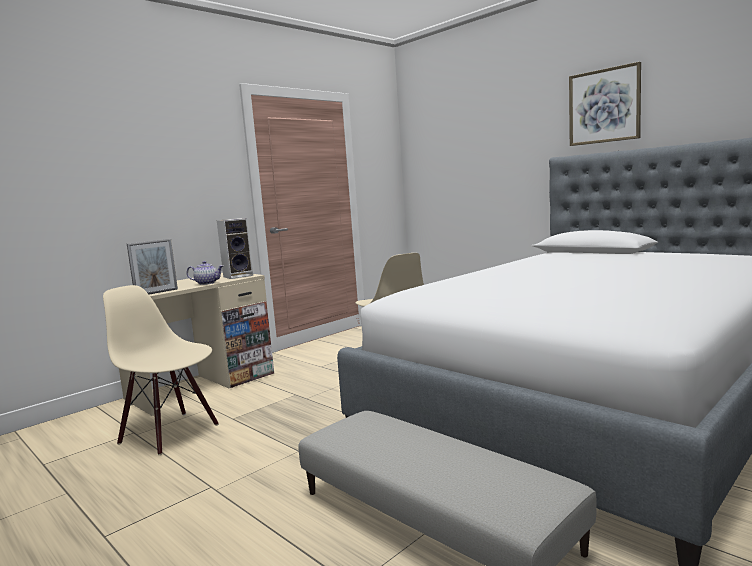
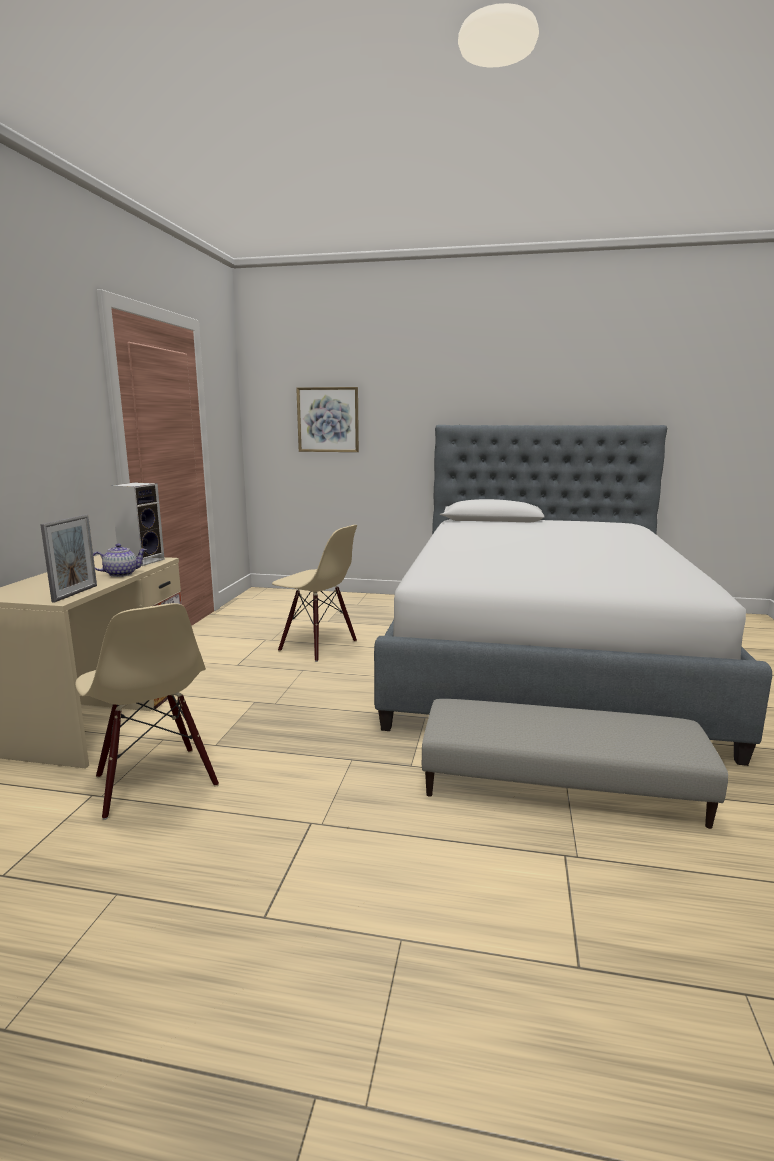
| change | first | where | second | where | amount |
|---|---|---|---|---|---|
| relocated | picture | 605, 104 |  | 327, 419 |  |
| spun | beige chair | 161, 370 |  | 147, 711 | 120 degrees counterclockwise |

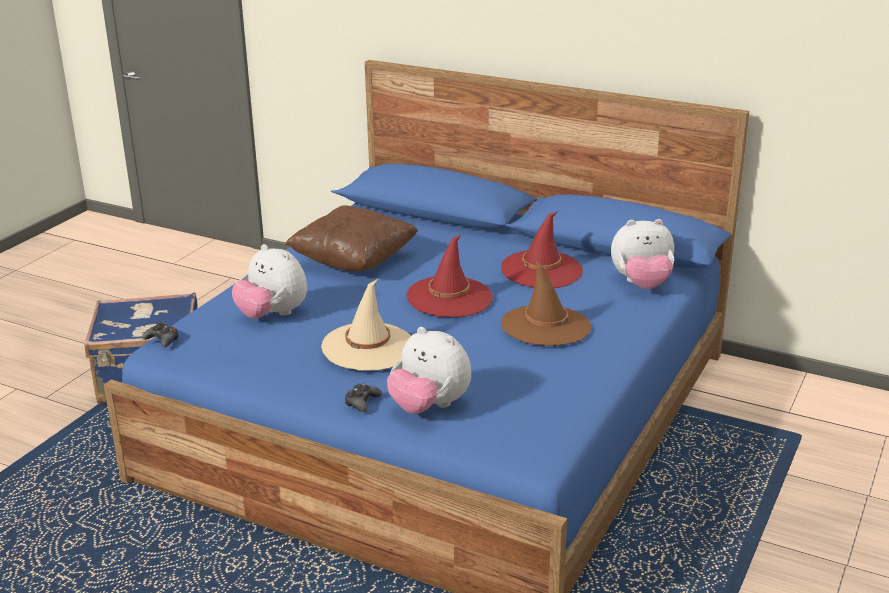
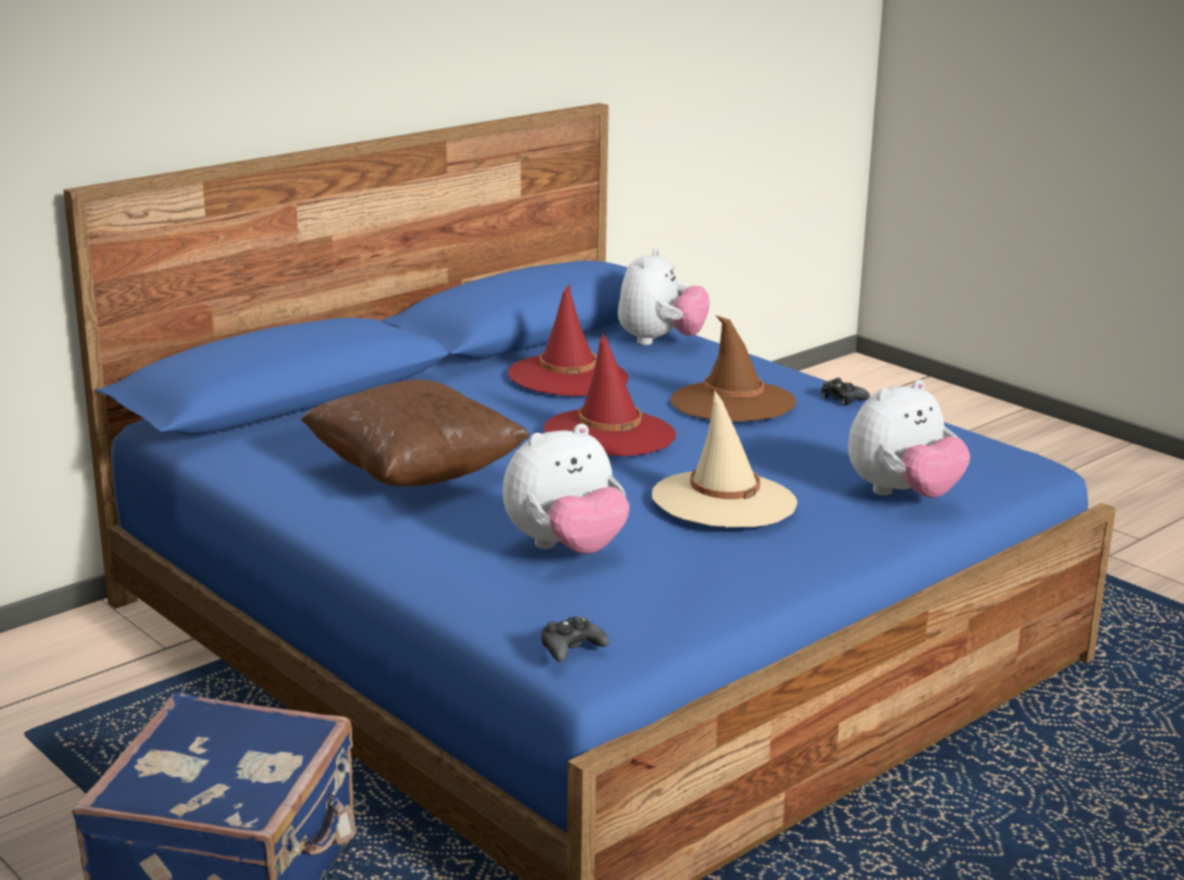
| change | first | where | second | where | amount |
|---|---|---|---|---|---|
| relocated | black game controller | 363, 398 |  | 845, 391 |  |

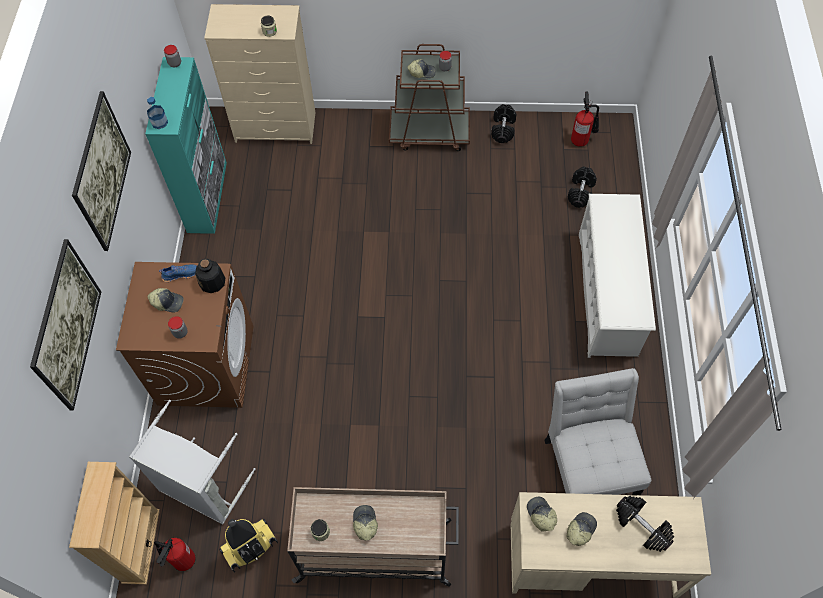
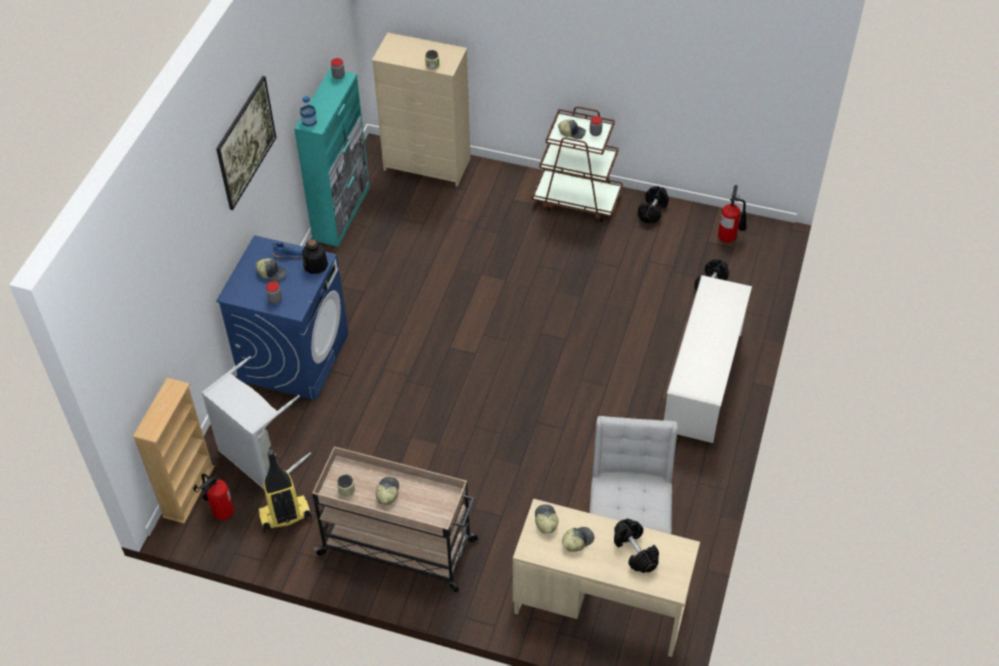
| change | first | where | second | where | amount |
|---|---|---|---|---|---|
| missing | picture | 65, 324 |  |  |  |
| colour | brown washing machine | 185, 335 | blue washing machine | 282, 317 |  |

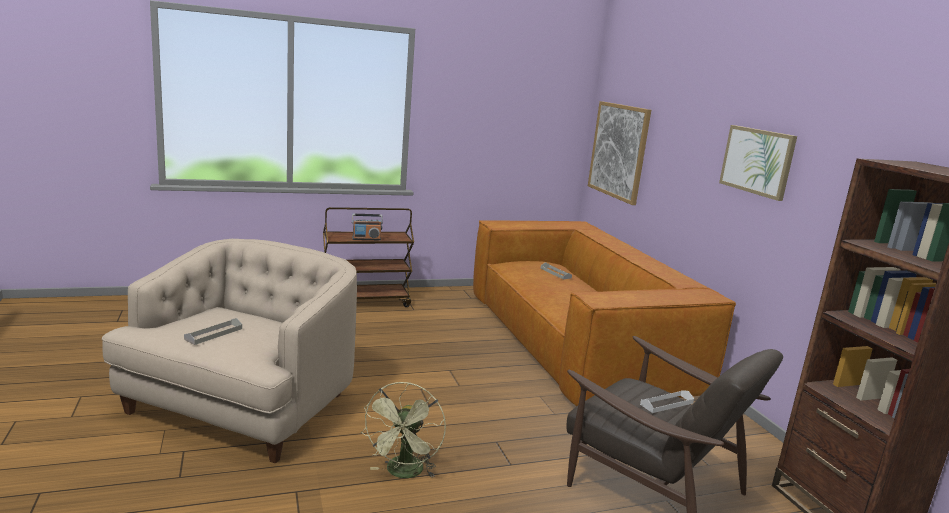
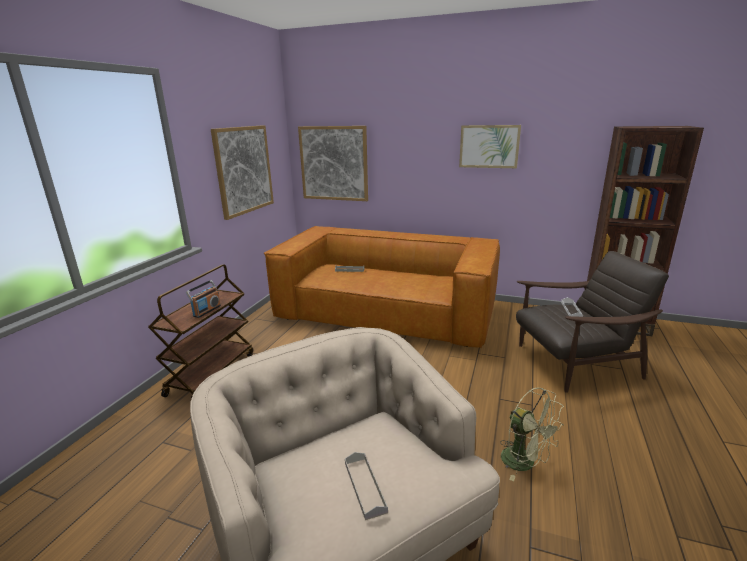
| change | first | where | second | where | amount |
|---|---|---|---|---|---|
| appeared |  |  | picture | 242, 172 |  |

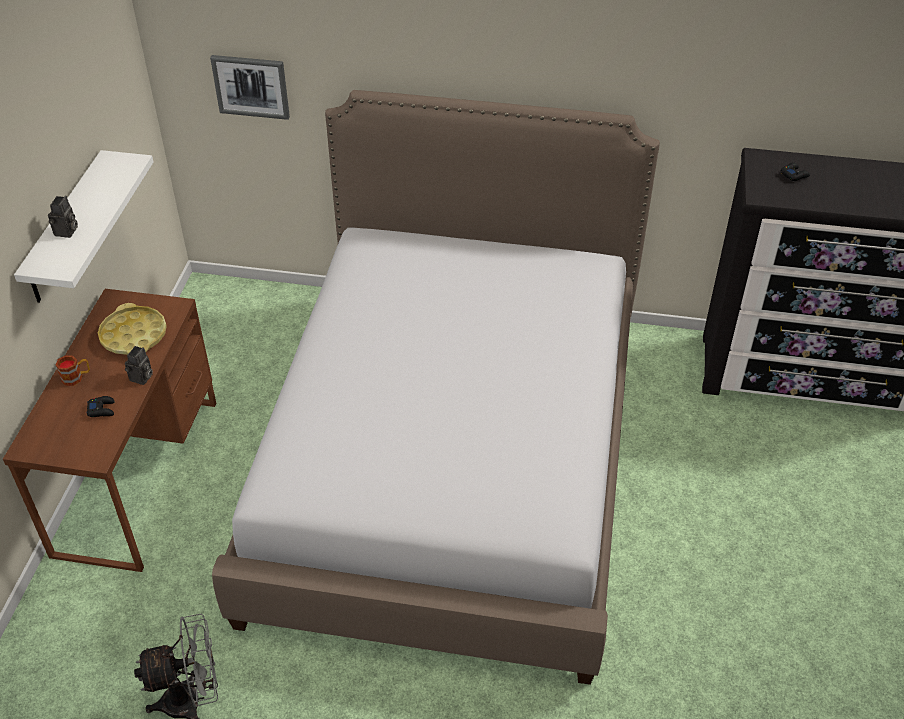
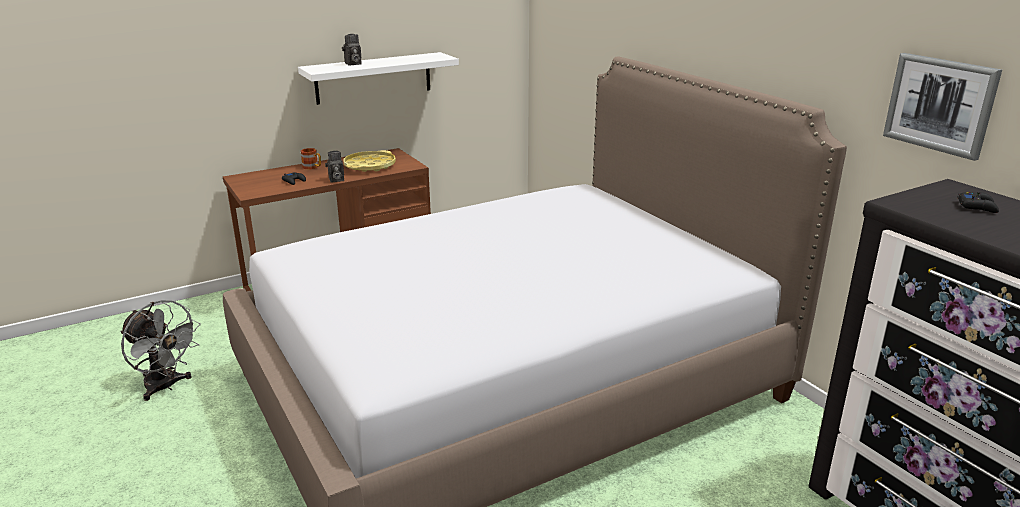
| change | first | where | second | where | amount |
|---|---|---|---|---|---|
| relocated | picture | 250, 87 |  | 942, 107 |  |

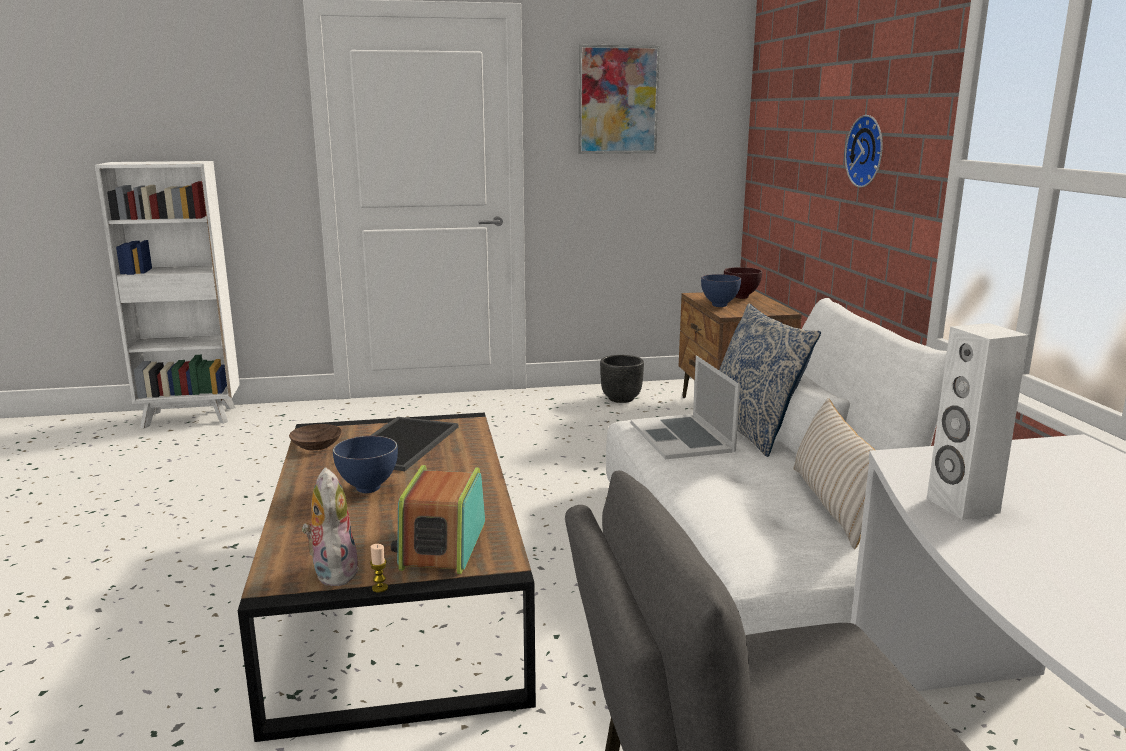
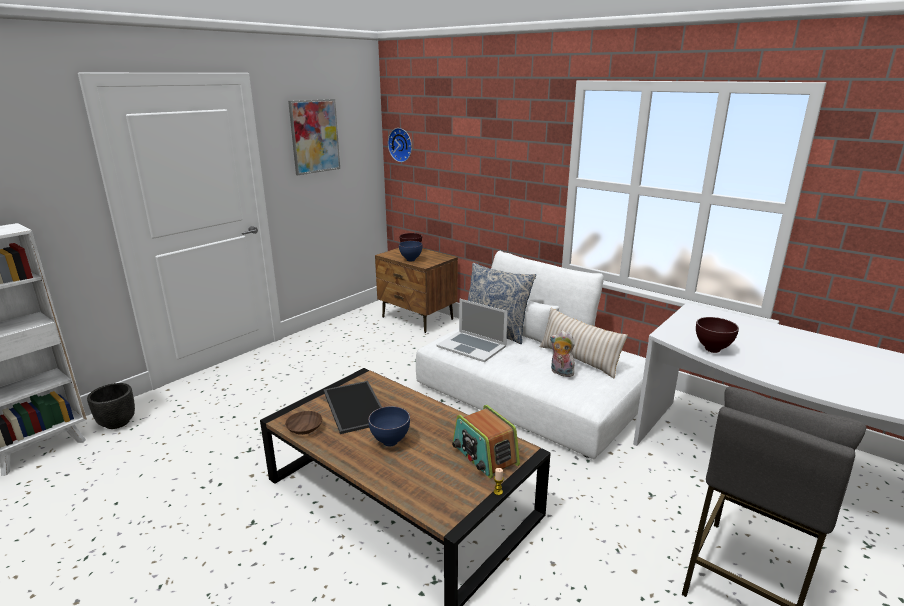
| change | first | where | second | where | amount |
|---|---|---|---|---|---|
| relocated | wall clock | 863, 151 |  | 400, 145 |  |
| exchanged | white speaker | 978, 421 | brown bowl | 717, 335 |  |
| relocated | black planter | 622, 379 |  | 111, 406 |  |
| relocated | plush toy | 330, 526 |  | 562, 353 |  |

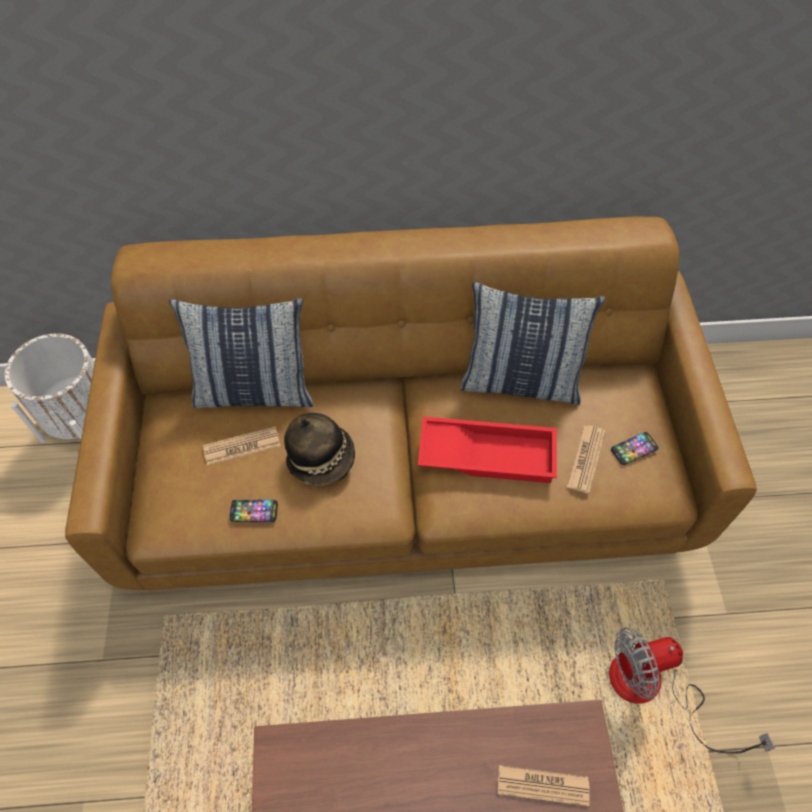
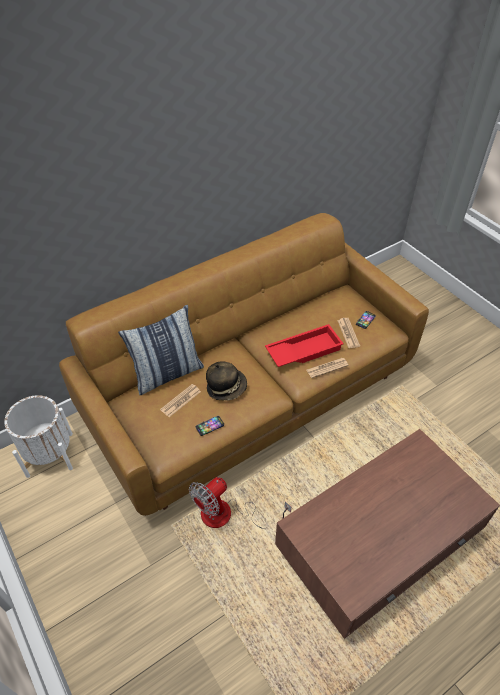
| change | first | where | second | where | amount |
|---|---|---|---|---|---|
| missing | pillow | 532, 343 |  |  |  |
| relocated | fan | 692, 690 |  | 240, 503 |  |
| relocated | newspaper | 544, 786 |  | 327, 368 |  |

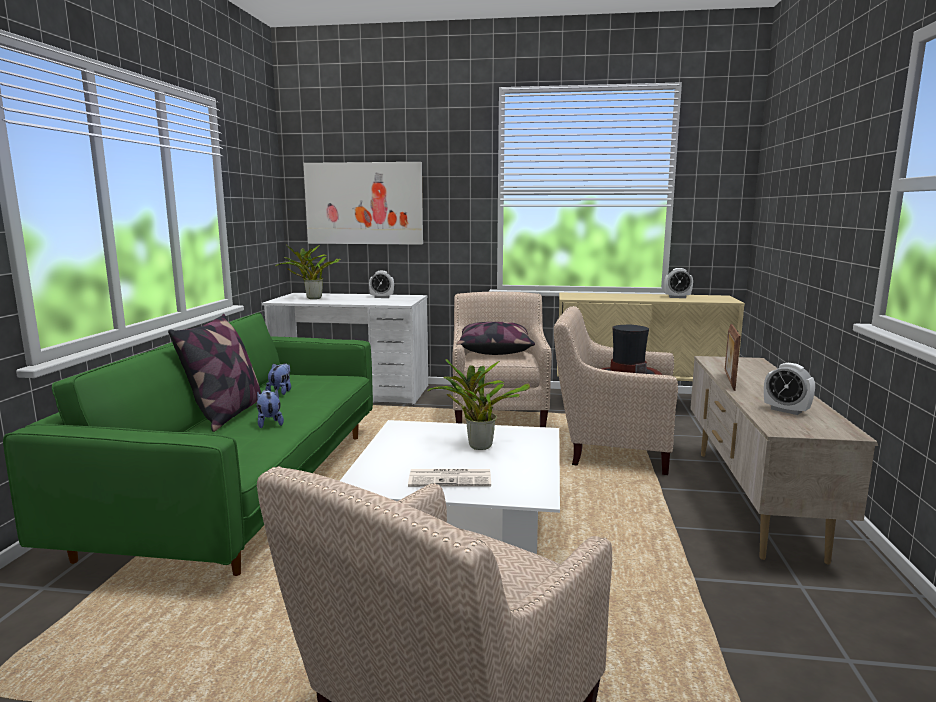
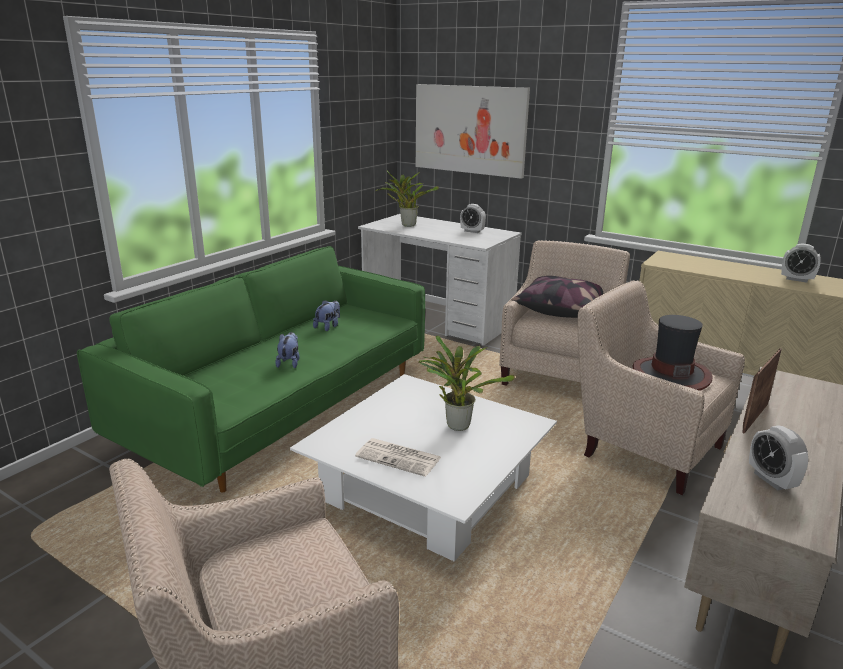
| change | first | where | second | where | amount |
|---|---|---|---|---|---|
| missing | pillow | 214, 373 |  |  |  |

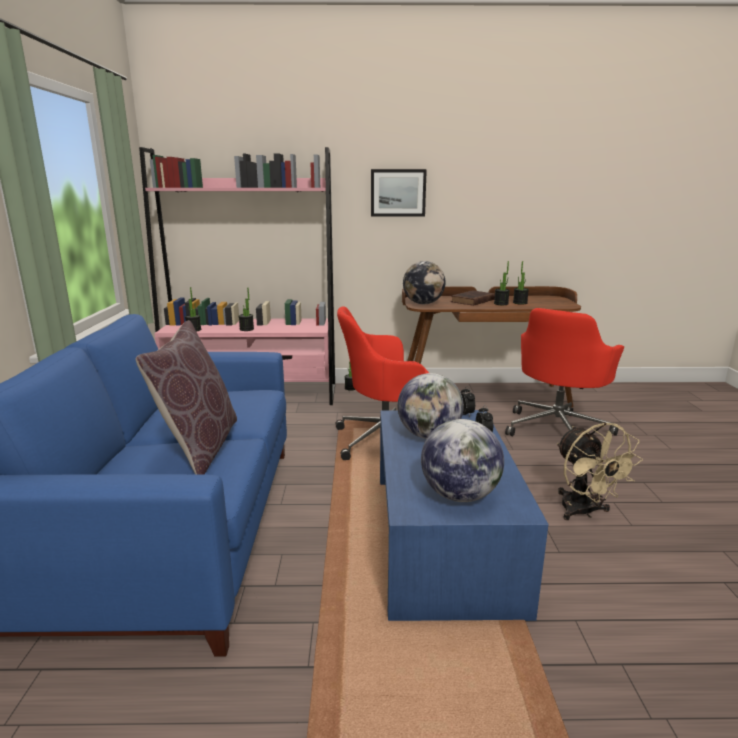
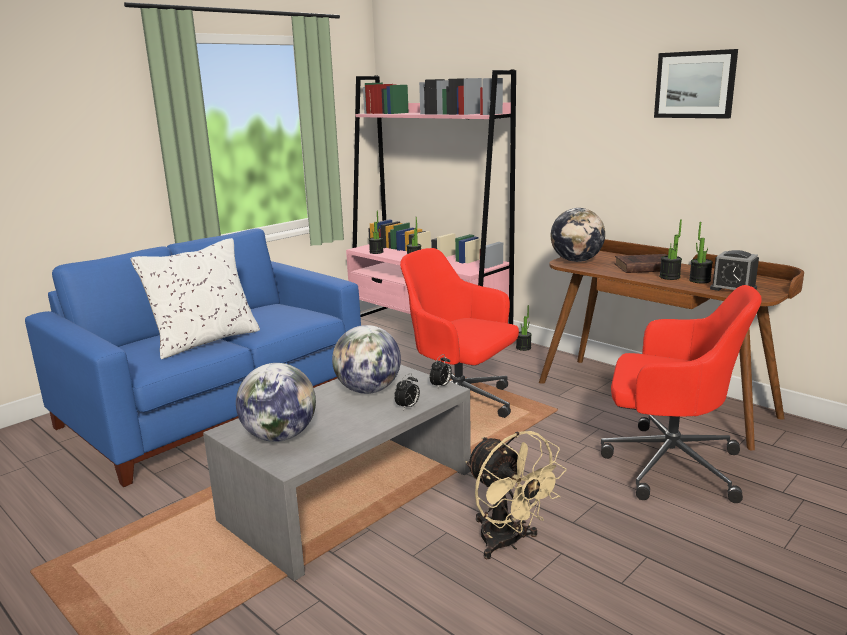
| change | first | where | second | where | amount |
|---|---|---|---|---|---|
| relocated | picture | 399, 193 |  | 696, 84 |  |
| spun | red office chair | 564, 372 |  | 681, 394 | 150 degrees counterclockwise |
| colour | brown pillow | 186, 397 | white pillow | 195, 298 |  |
| colour | blue coffee table | 464, 515 | grey coffee table | 337, 472 |  |
| spun | beige fan | 600, 471 |  | 516, 495 | 60 degrees counterclockwise |
| appeared |  |  | alarm clock | 734, 270 |  |

